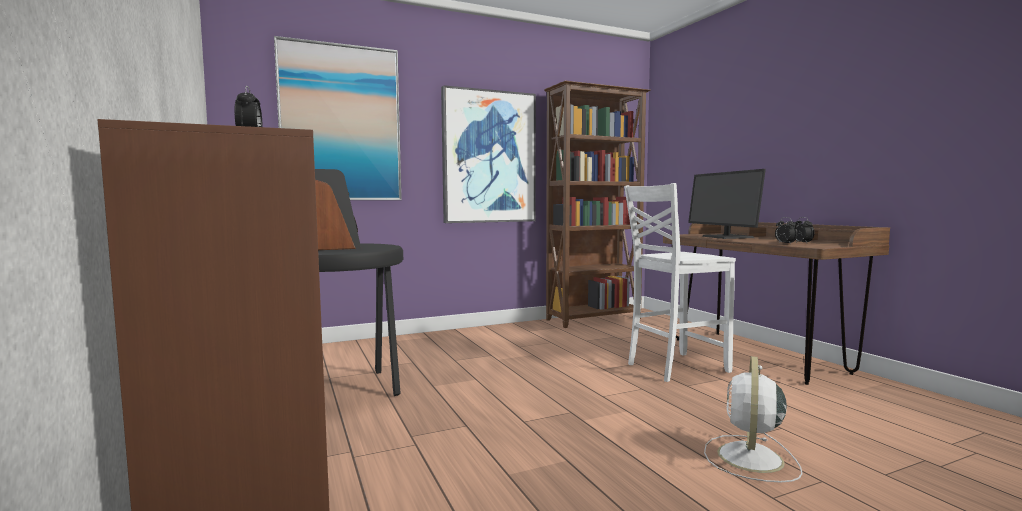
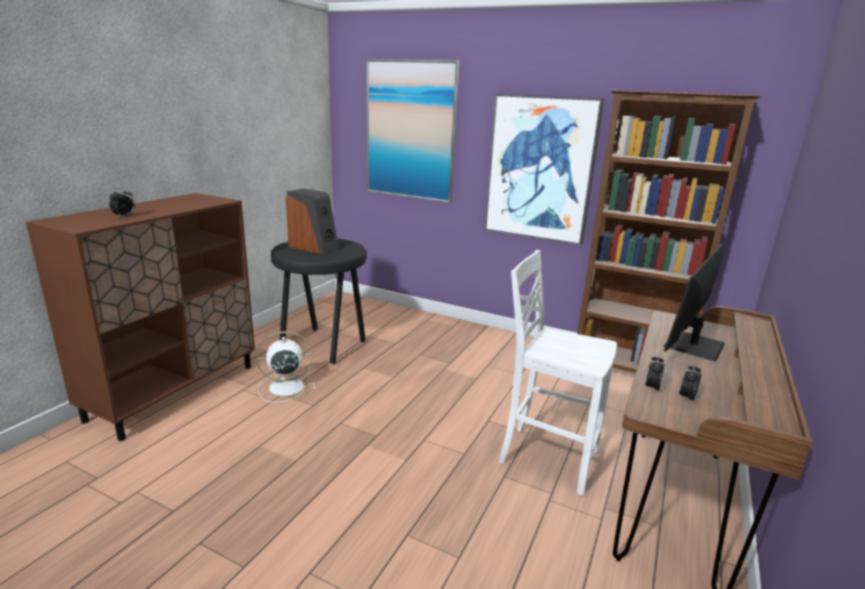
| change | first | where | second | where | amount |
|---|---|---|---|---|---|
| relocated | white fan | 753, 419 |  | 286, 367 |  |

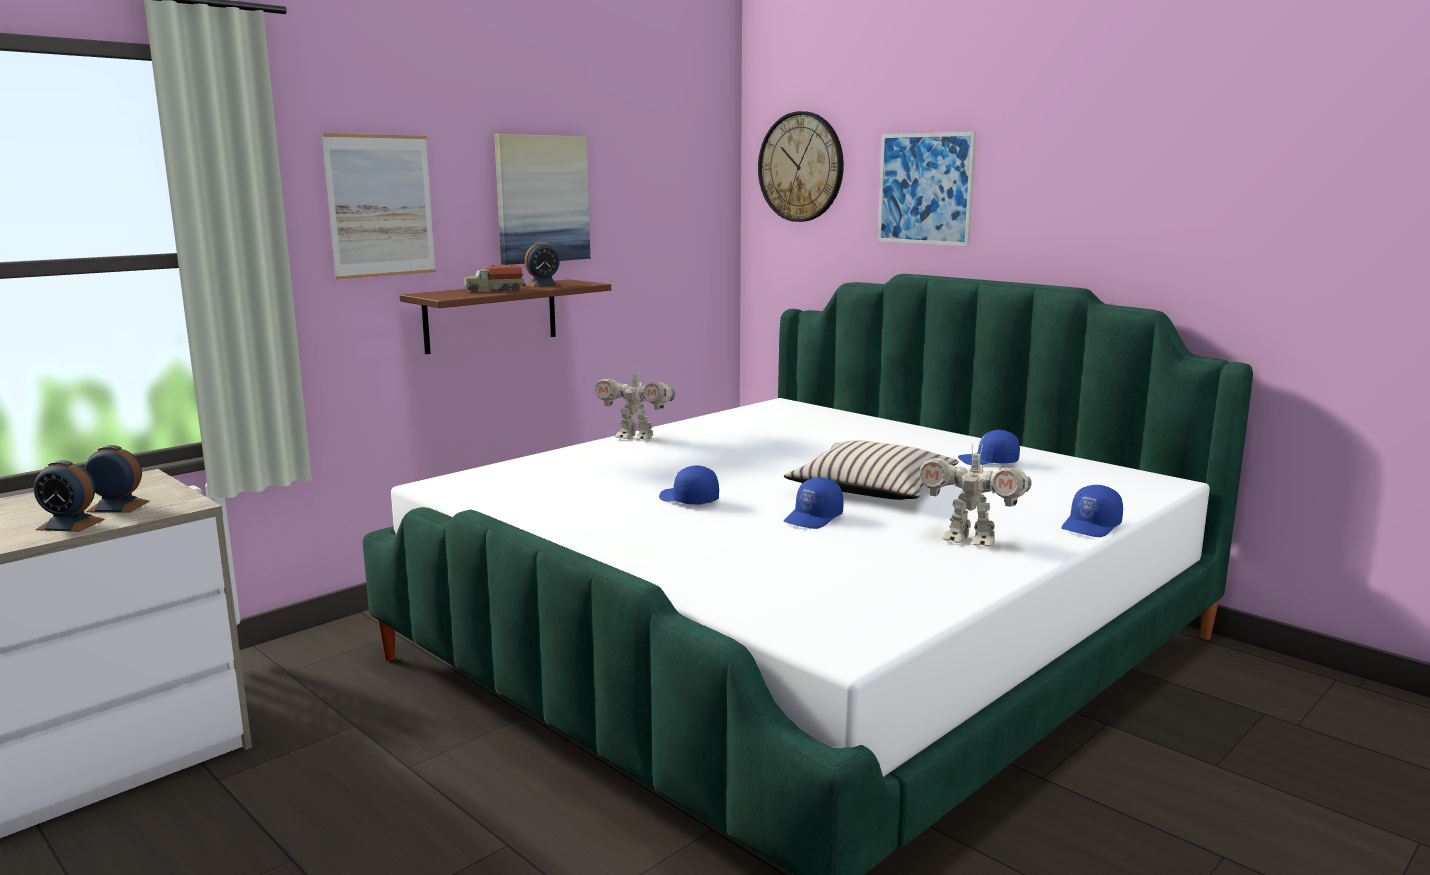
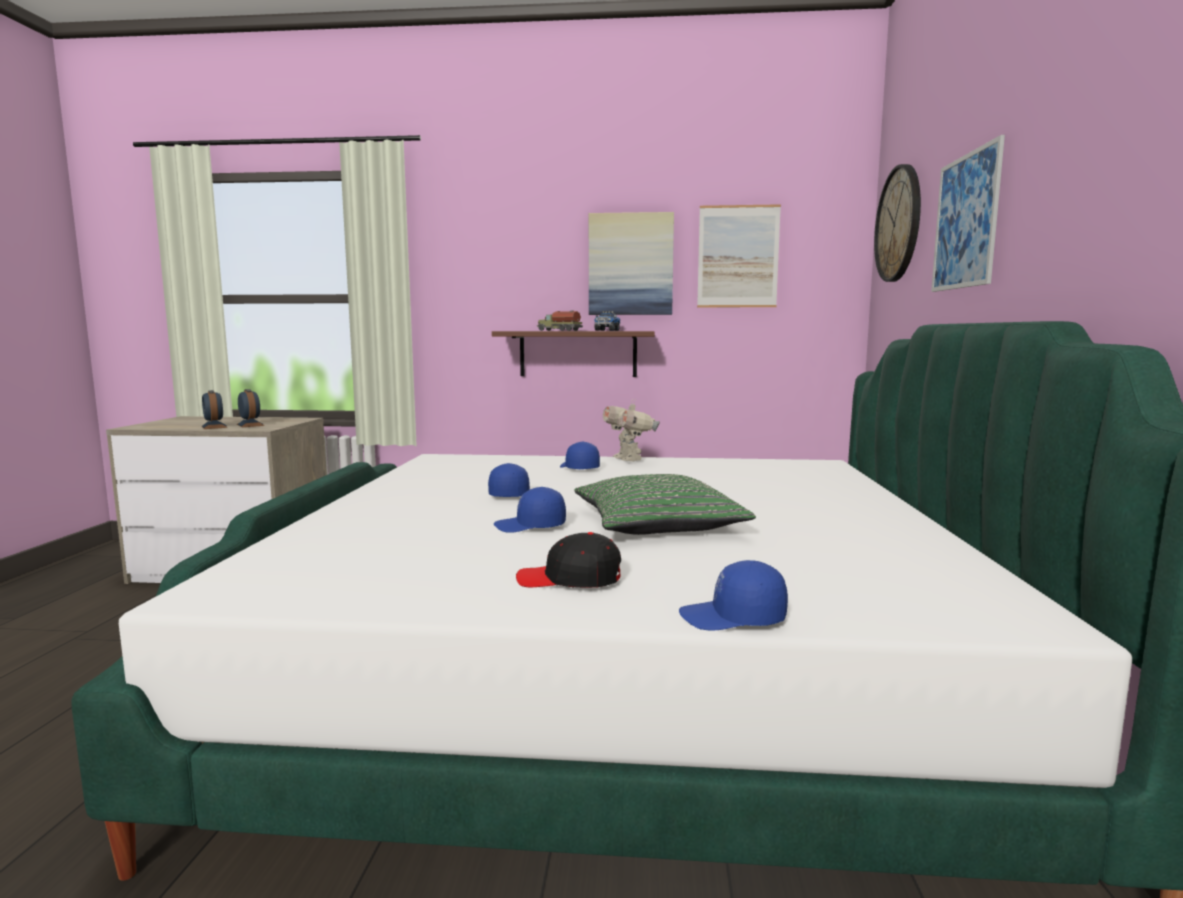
| change | first | where | second | where | amount |
|---|---|---|---|---|---|
| relocated | picture | 378, 206 |  | 739, 255 |  |
| exchanged | alarm clock | 543, 264 | toy truck | 607, 321 |  |
| relocated | blue cap | 989, 447 |  | 580, 455 |  |
| colour | beige pillow | 871, 470 | green pillow | 665, 504 |  |
| exchanged | toy robot | 975, 495 | black cap | 568, 560 |  |

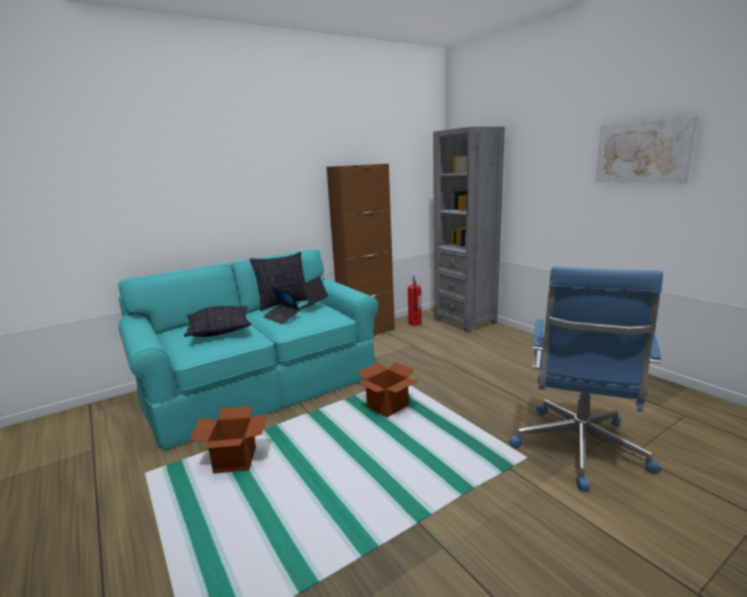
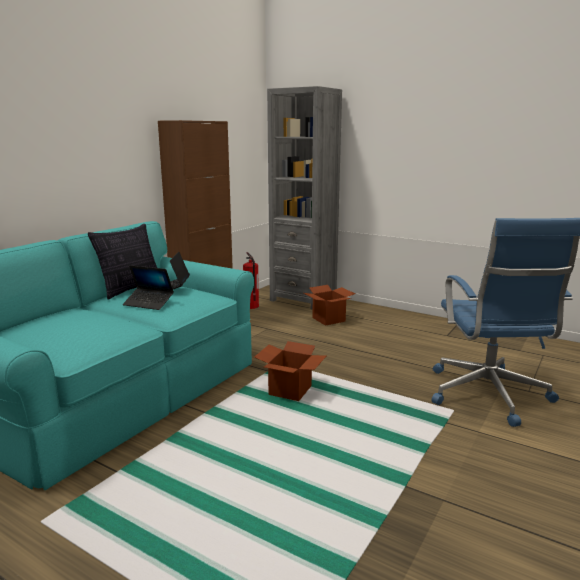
| change | first | where | second | where | amount |
|---|---|---|---|---|---|
| missing | picture | 647, 149 |  |  |  |
| missing | pillow | 218, 321 |  |  |  |
| relocated | cardboard box | 228, 440 |  | 330, 305 |  |

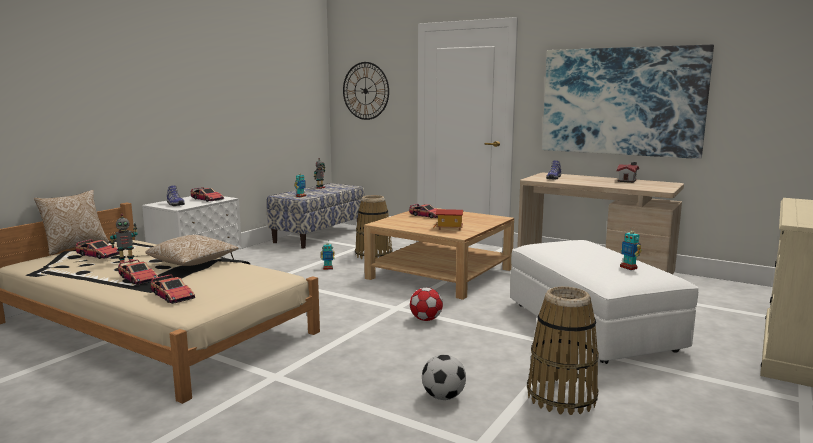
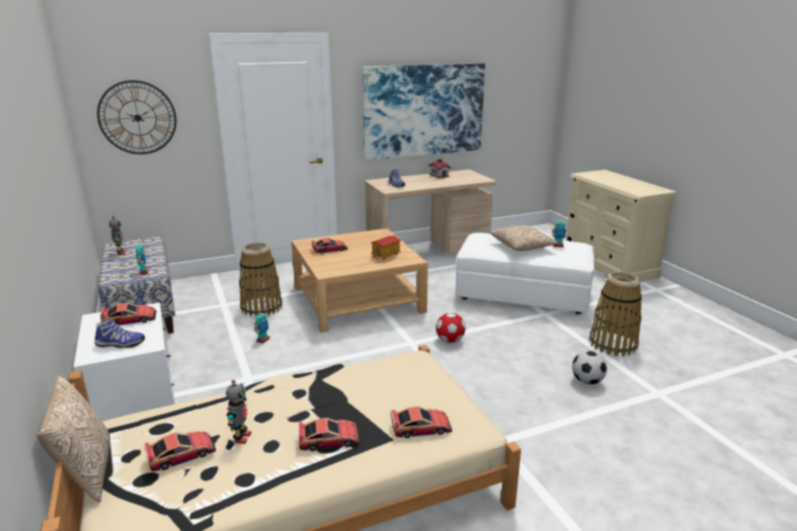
| change | first | where | second | where | amount |
|---|---|---|---|---|---|
| relocated | pillow | 192, 250 |  | 524, 238 |  |

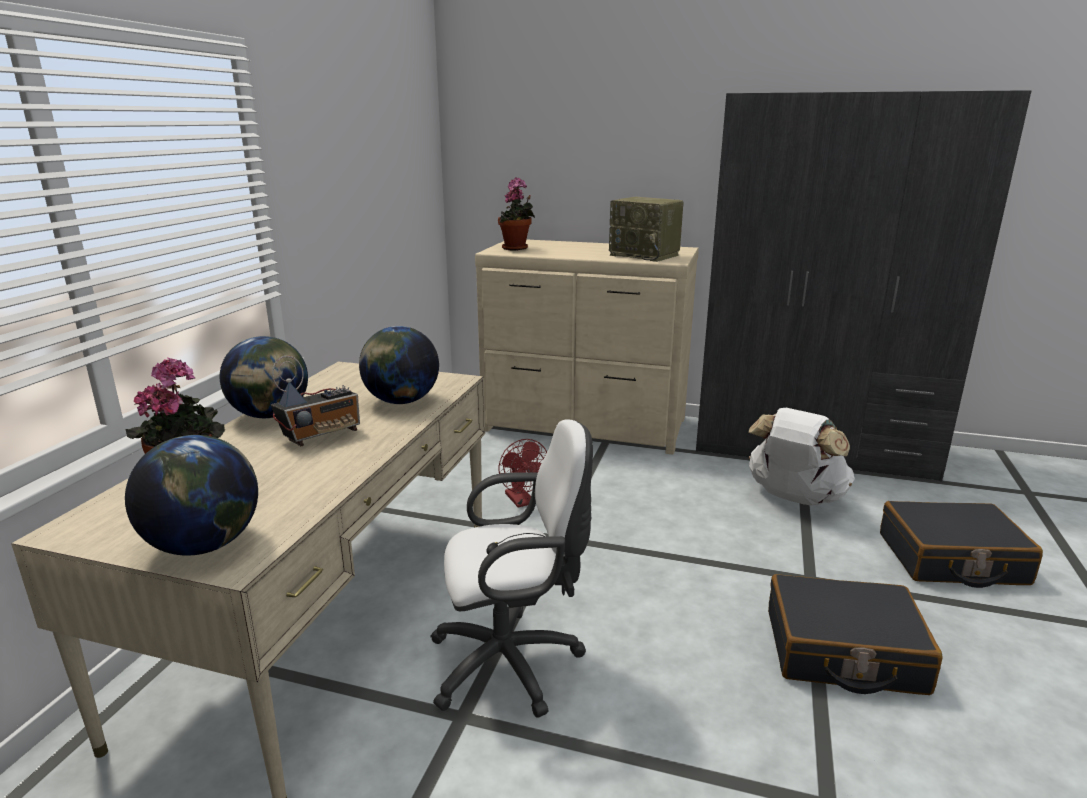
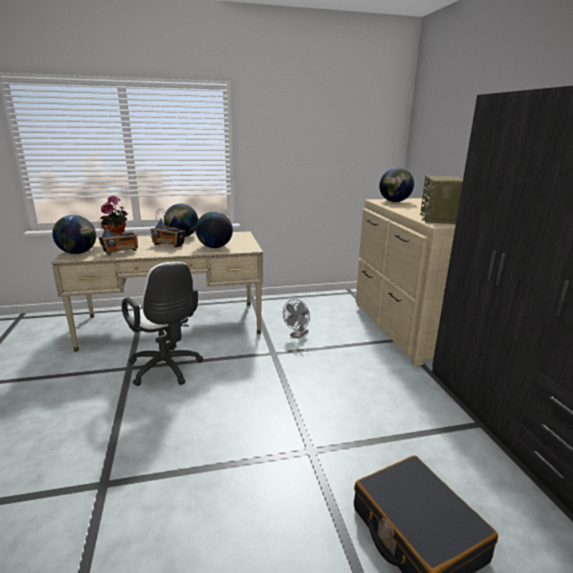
| change | first | where | second | where | amount |
|---|---|---|---|---|---|
| exchanged | potted plant | 516, 213 | globe | 396, 185 |  |
| missing | white backpack | 801, 457 |  |  |  |
| colour | red fan | 522, 473 | grey fan | 296, 319 |  |
| missing | black suitcase | 855, 634 |  |  |  |
| appeared |  |  | radio | 118, 235 |  |

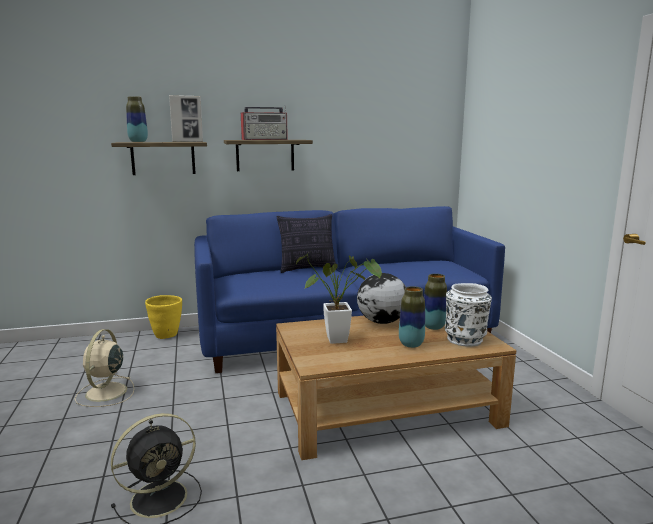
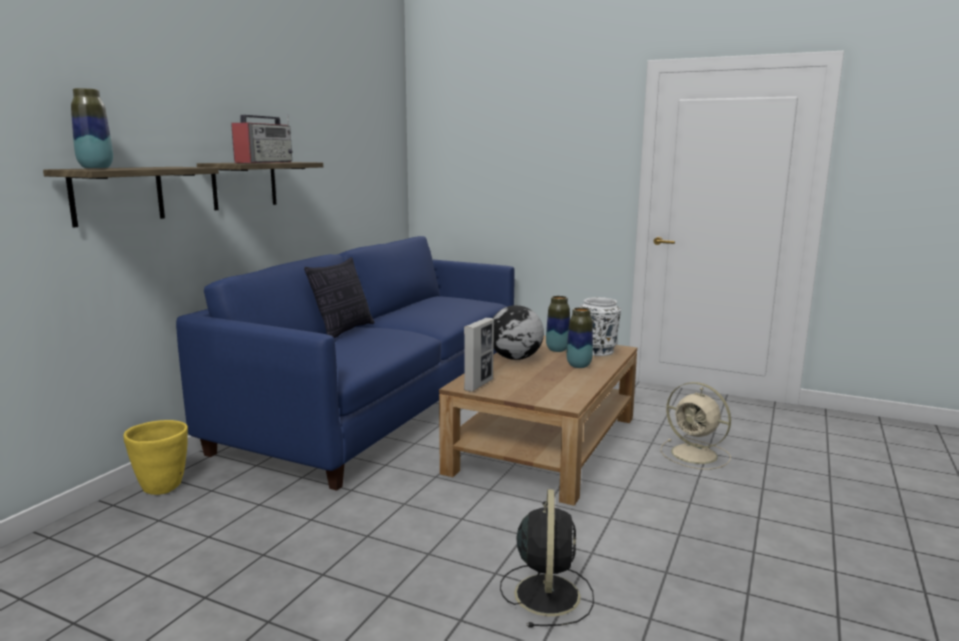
| change | first | where | second | where | amount |
|---|---|---|---|---|---|
| relocated | picture frame | 186, 118 |  | 479, 355 |  |
| missing | potted plant | 339, 298 |  |  |  |
| relocated | beige fan | 104, 368 |  | 695, 426 |  |

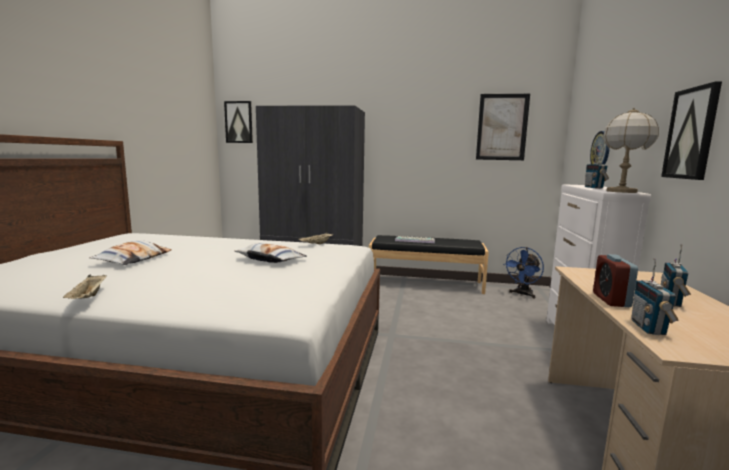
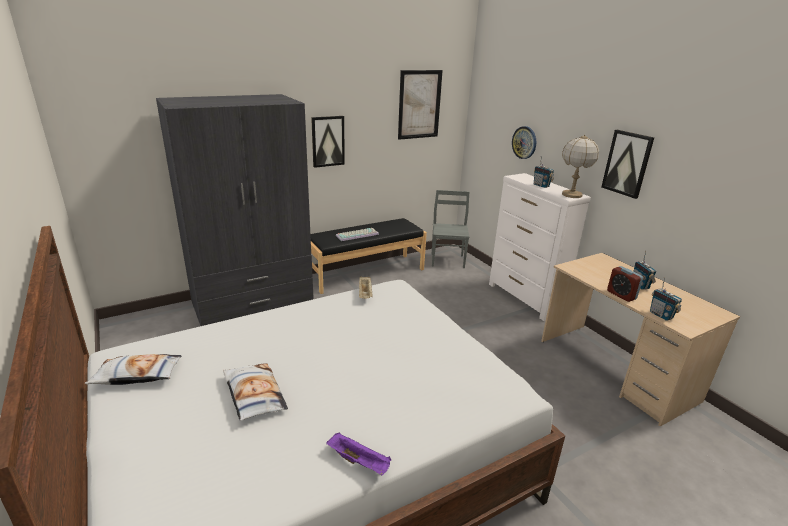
| change | first | where | second | where | amount |
|---|---|---|---|---|---|
| relocated | picture | 238, 122 |  | 328, 142 |  |
| relocated | pillow | 270, 253 |  | 133, 369 |  |
| exchanged | blue fan | 523, 272 | grey chair | 450, 229 |  |
| colour | beige tray | 85, 287 | purple tray | 358, 454 |  |

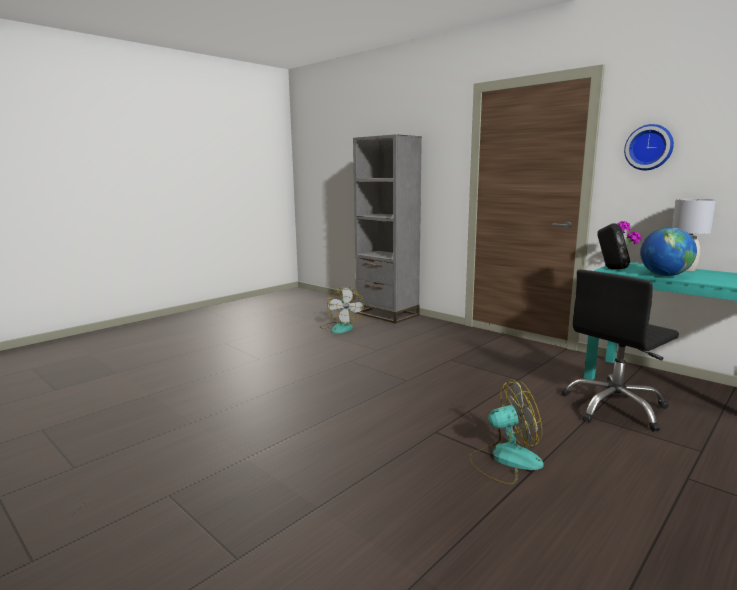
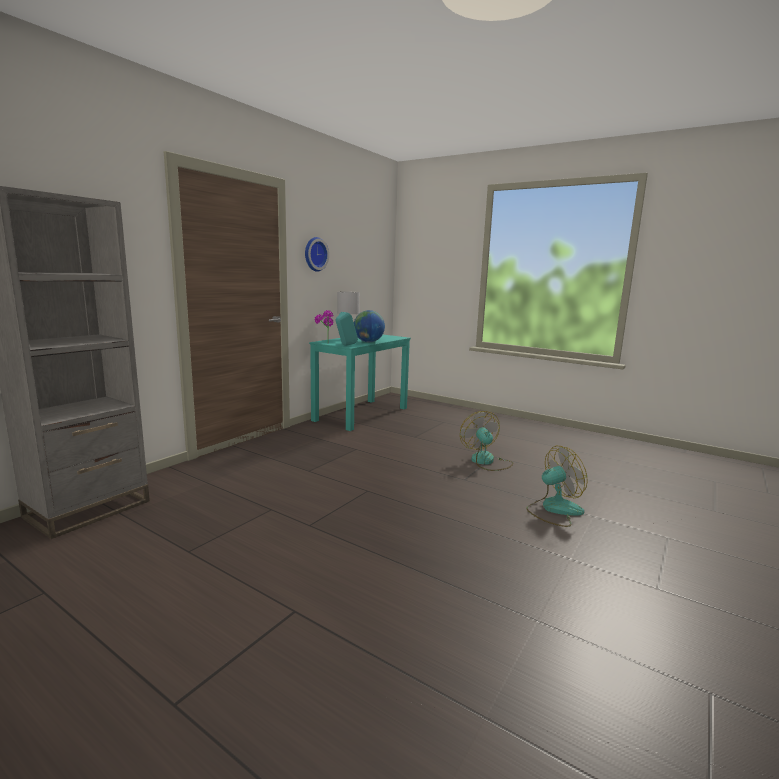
| change | first | where | second | where | amount |
|---|---|---|---|---|---|
| colour | black speaker | 614, 246 | turquoise speaker | 347, 329 |  |
| missing | black office chair | 620, 350 |  |  |  |
| relocated | fan | 342, 310 |  | 557, 486 |  |

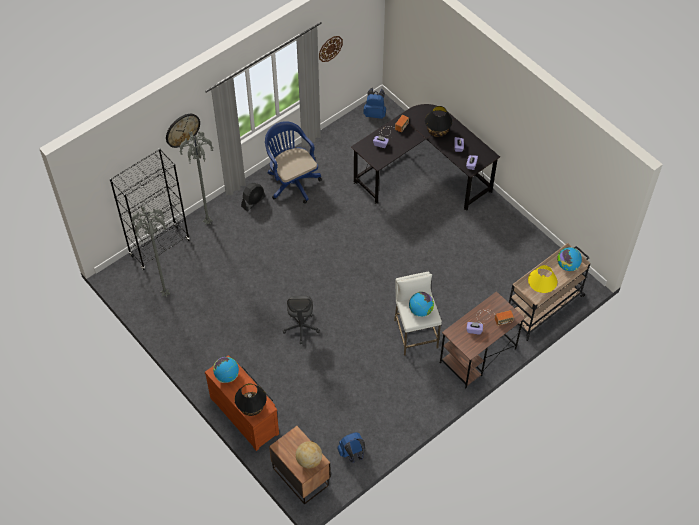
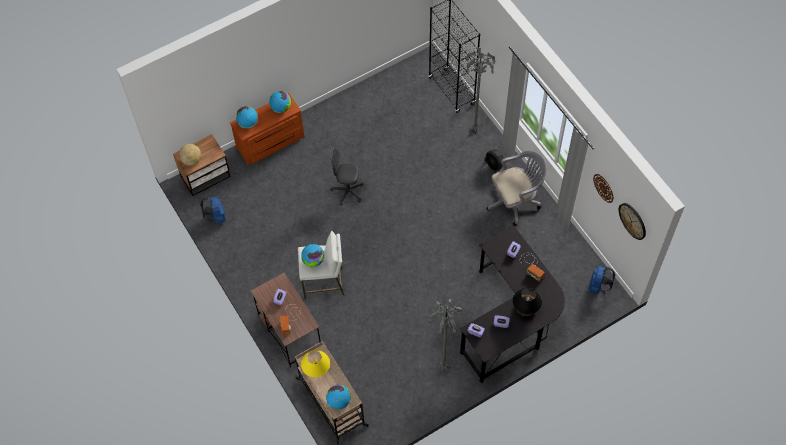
| change | first | where | second | where | amount |
|---|---|---|---|---|---|
| relocated | wall clock | 183, 131 |  | 632, 221 |  |
| colour | blue office chair | 293, 162 | grey office chair | 517, 188 |  |
| relocated | grey floor lamp | 150, 251 |  | 446, 334 |  |
| exchanged | black table lamp | 251, 399 | globe | 247, 117 |  |

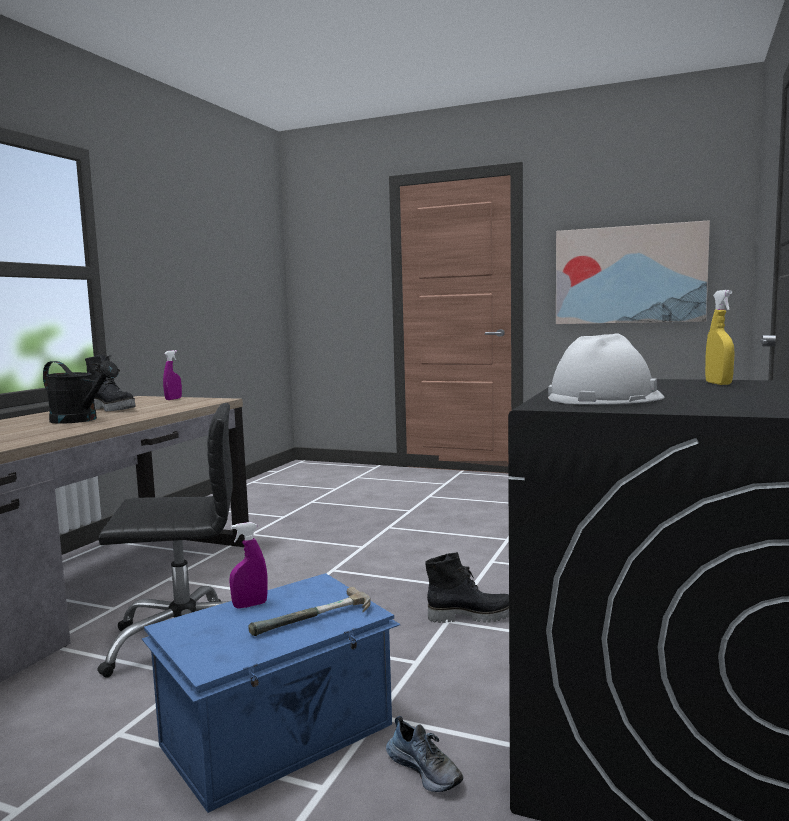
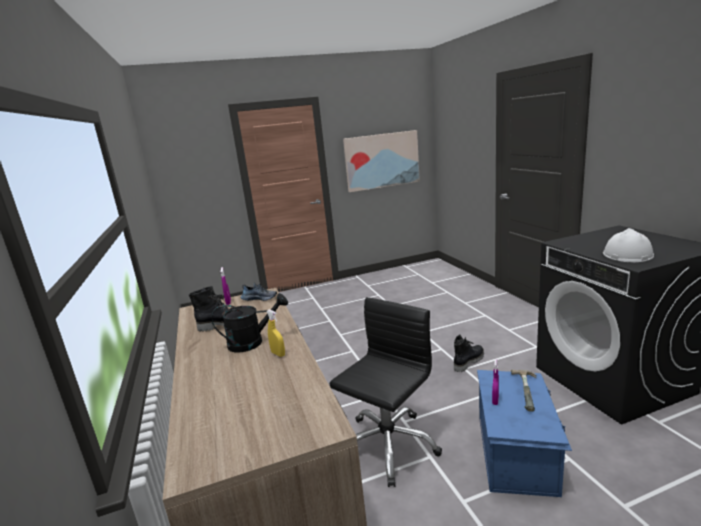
| change | first | where | second | where | amount |
|---|---|---|---|---|---|
| relocated | yellow spray bottle | 720, 337 |  | 275, 333 |  |
| relocated | shoe | 424, 754 |  | 258, 292 |  |

